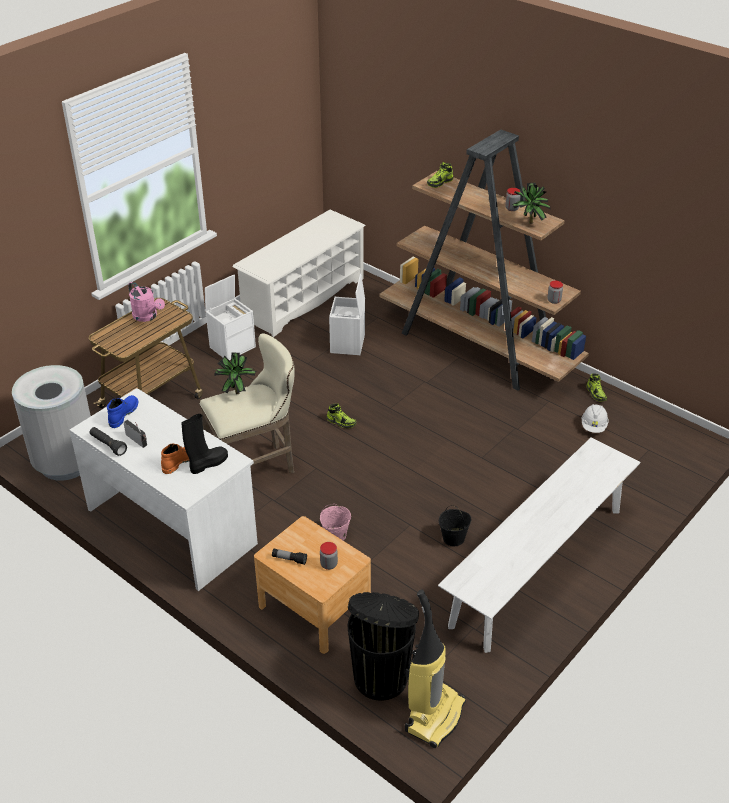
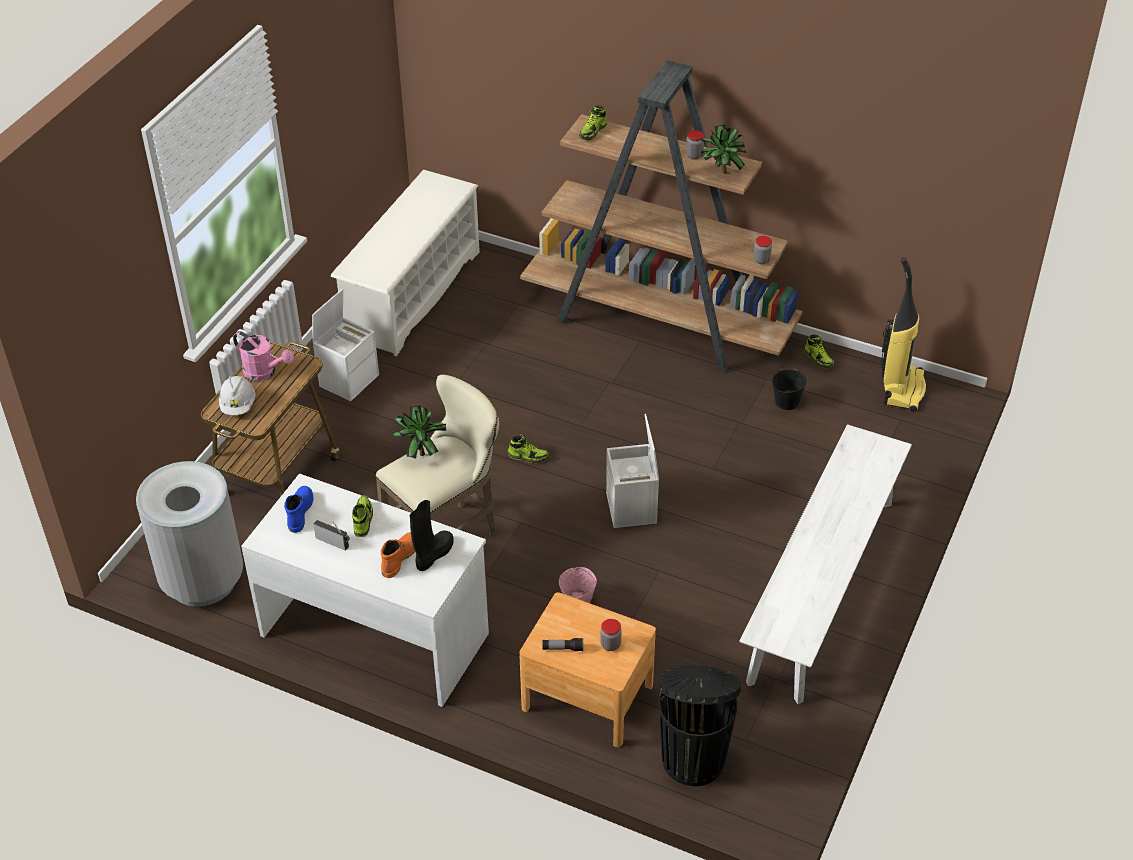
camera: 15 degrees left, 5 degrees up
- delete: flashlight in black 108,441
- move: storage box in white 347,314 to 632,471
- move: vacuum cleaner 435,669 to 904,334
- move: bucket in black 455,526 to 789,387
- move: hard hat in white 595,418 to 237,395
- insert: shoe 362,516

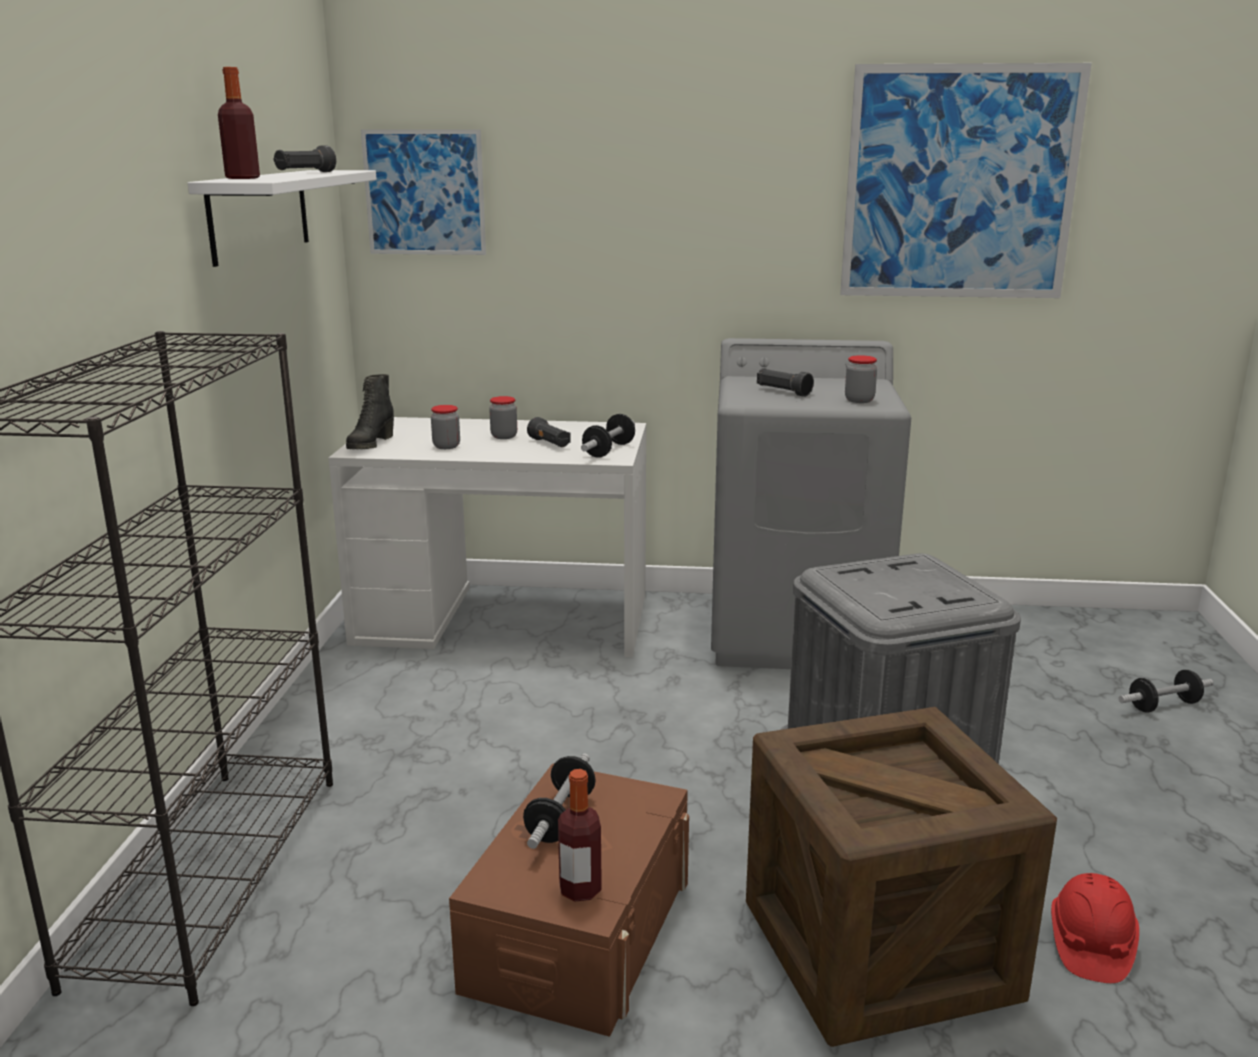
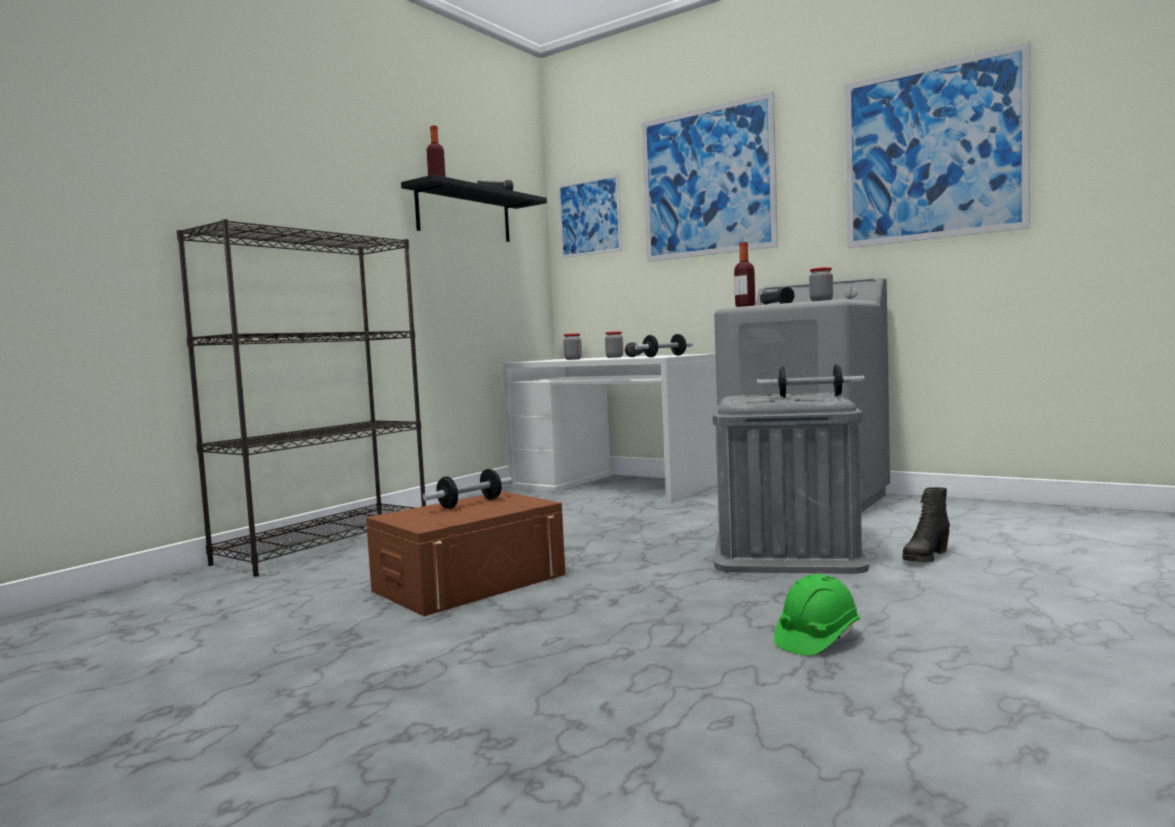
camera: 30 degrees right, 15 degrees down
- recolor: shelf in white 282,218 to shelf in black 474,208
- move: boot in black 370,411 to 926,524
- move: bottle 580,835 to 744,274
- delete: crate 901,877
- recolor: hard hat in red 1095,928 to hard hat in green 817,615
- move: dumbbell 1165,691 to 810,381
- insert: picture 710,176

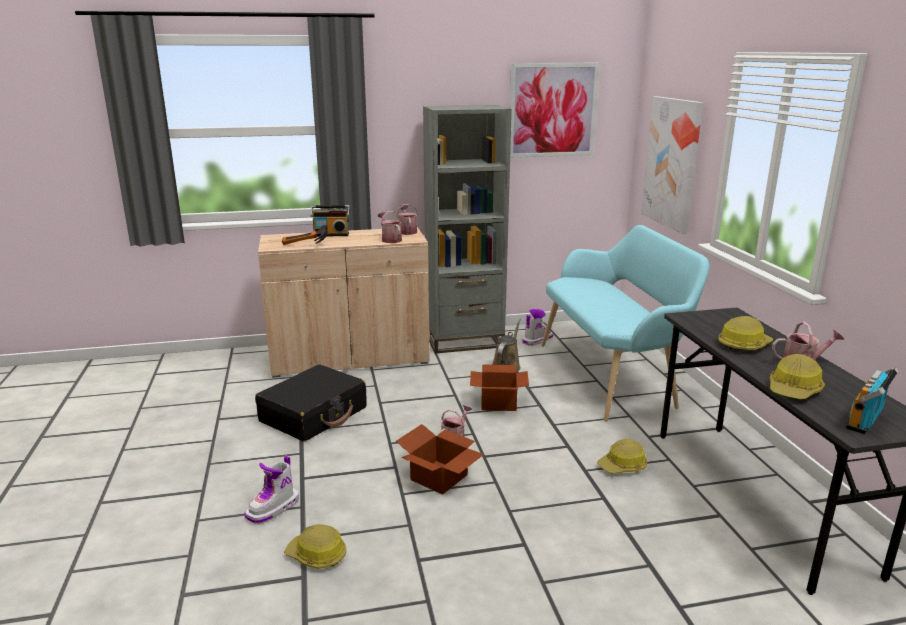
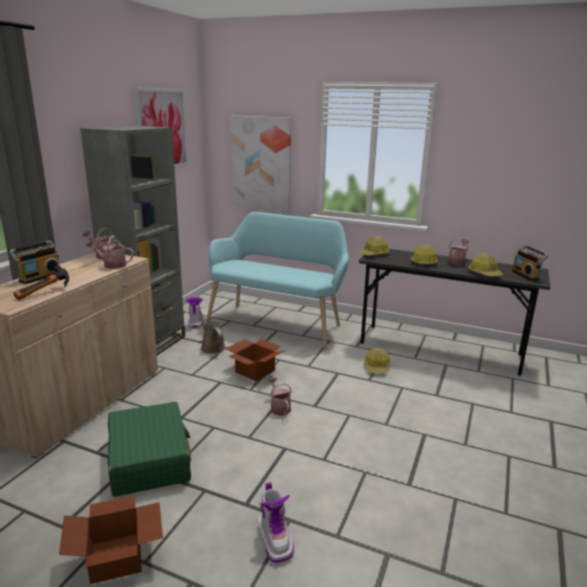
camera: 55 degrees left, 0 degrees up
- recolor: suitcase in black 311,403 to suitcase in green 149,449
- move: hard hat 315,546 to 373,245
- move: cardboard box 440,459 to 111,540

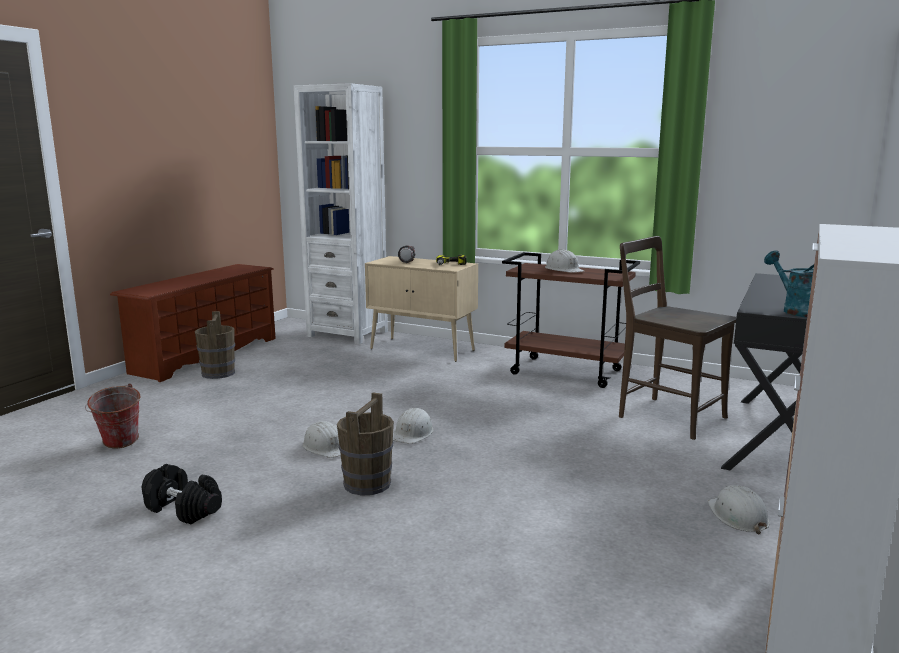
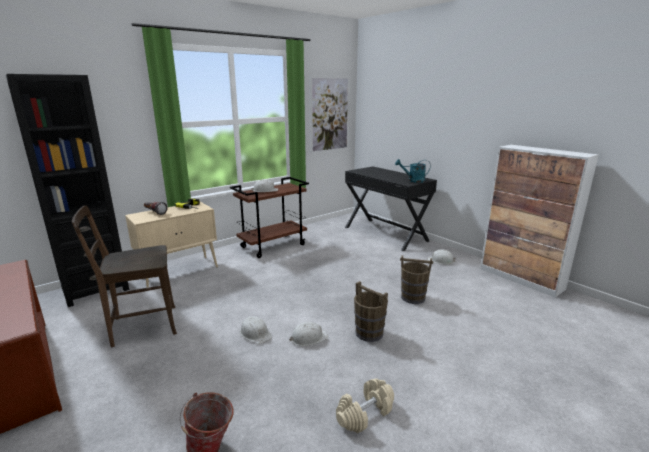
camera: 65 degrees left, 5 degrees up
- recolor: dumbbell in black 182,494 to dumbbell in beige 365,405
- move: bucket in brown 215,345 to 416,279
- recolor: bookcase in white 341,213 to bookcase in black 67,190
- move: hard hat in white 413,426 to 256,330
- move: chair in brown 678,338 to 124,276
- insert: picture 330,115

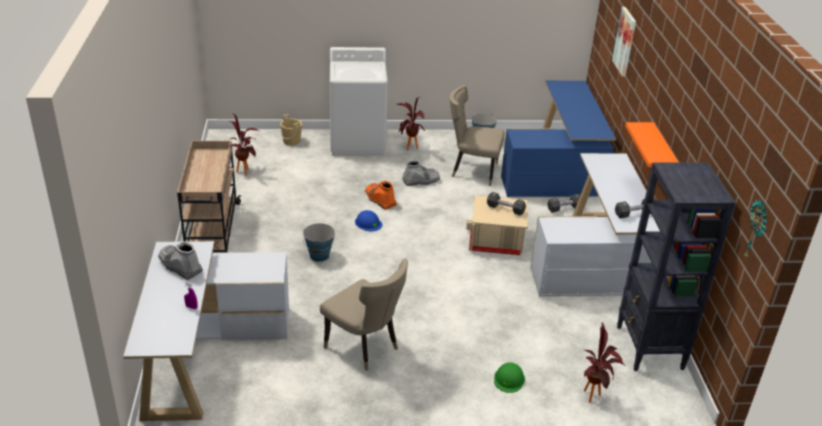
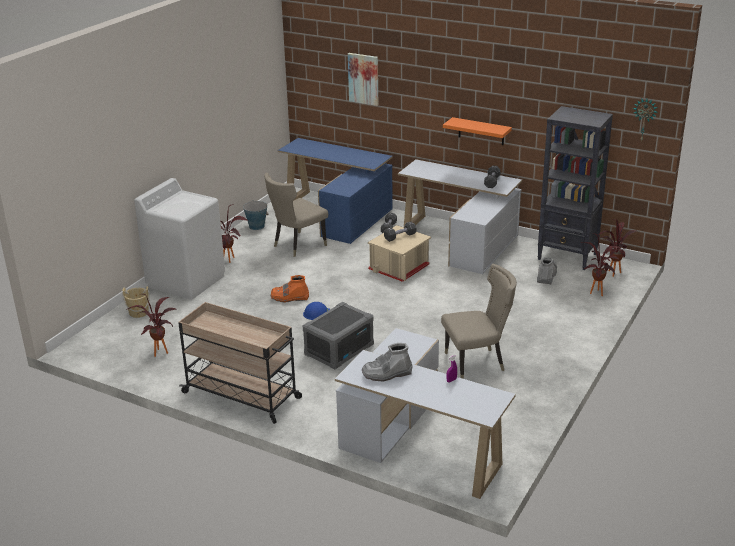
camera: 55 degrees left, 5 degrees down
- replace: bucket 319,242 to storage box in grey 338,336
- move: boot in grey 421,173 to 547,270
- delete: hard hat in green 509,377
- insert: potted plant 616,248

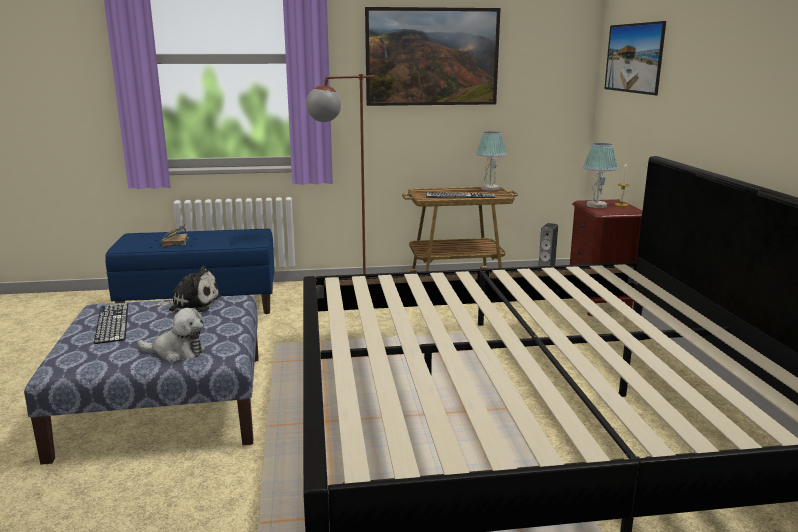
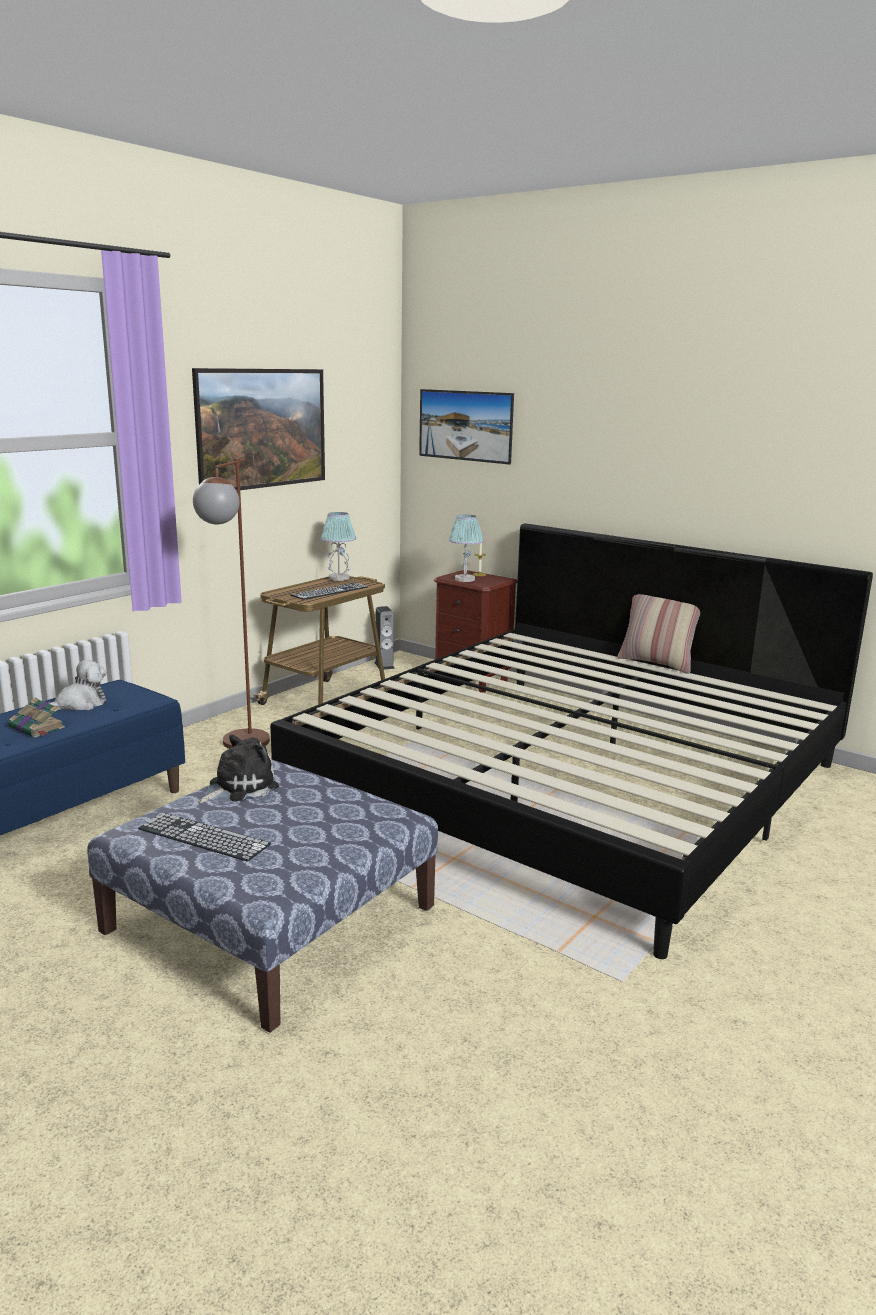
camera: 45 degrees left, 0 degrees up
- move: plush toy 171,335 to 77,685
- insert: pillow 659,634

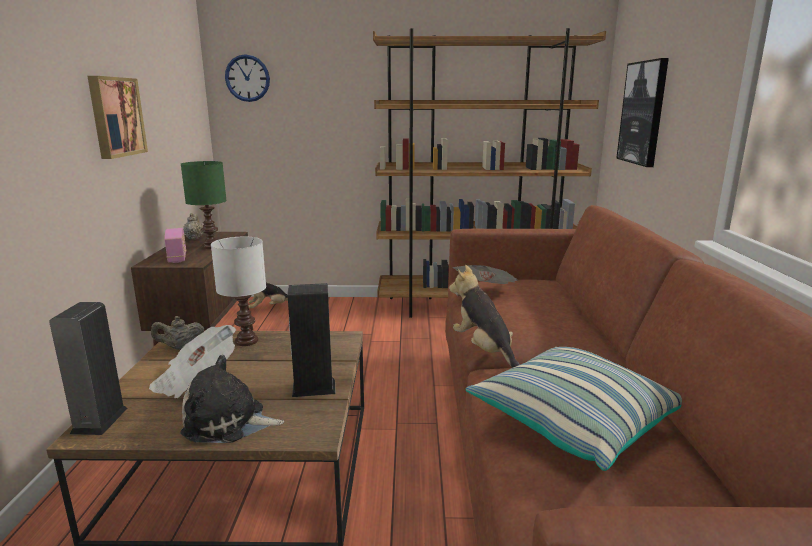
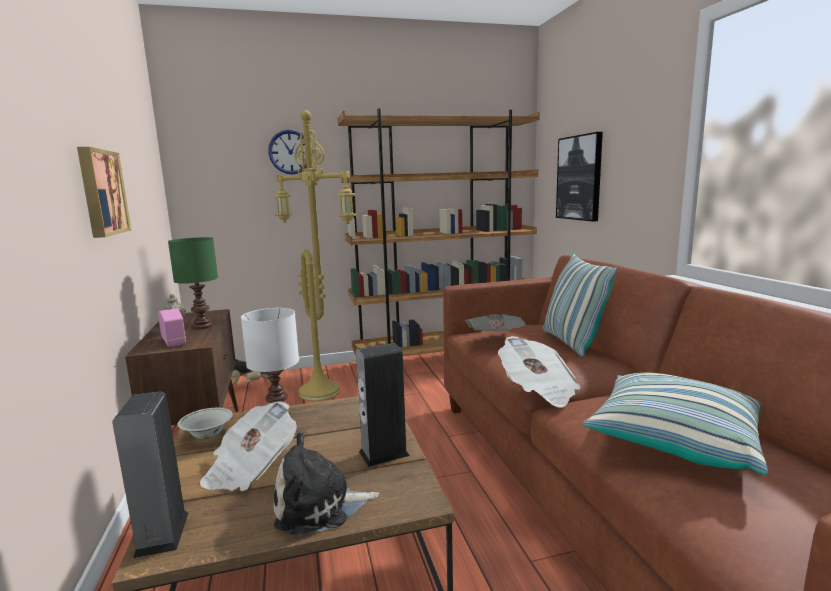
camera: 15 degrees left, 5 degrees down
- replace: teapot in beige 177,333 to bowl in white 205,423
- move: wall clock 247,78 to 287,152
- replace: plush toy 485,316 to newspaper 539,372
- insert: floor lamp in yellow 315,255
- insert: pillow 580,305

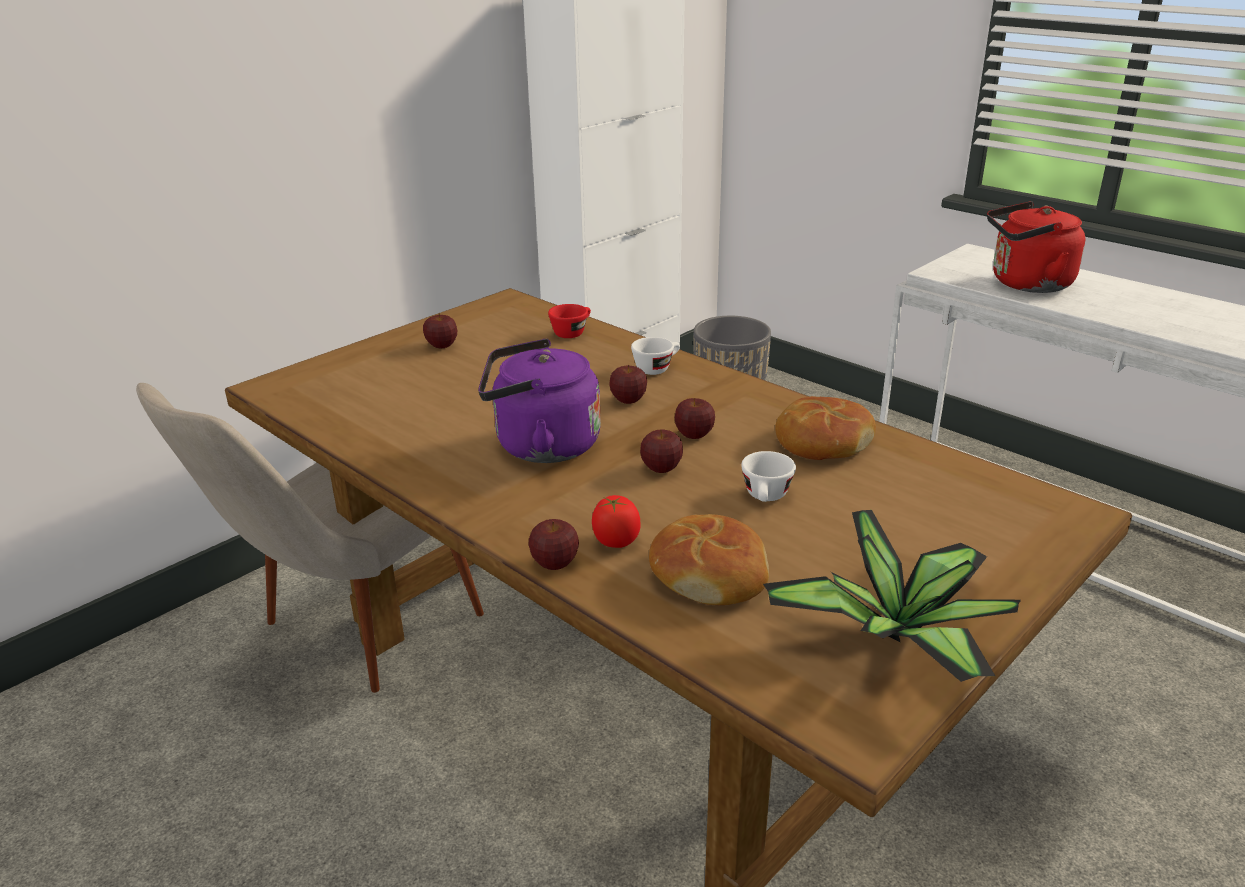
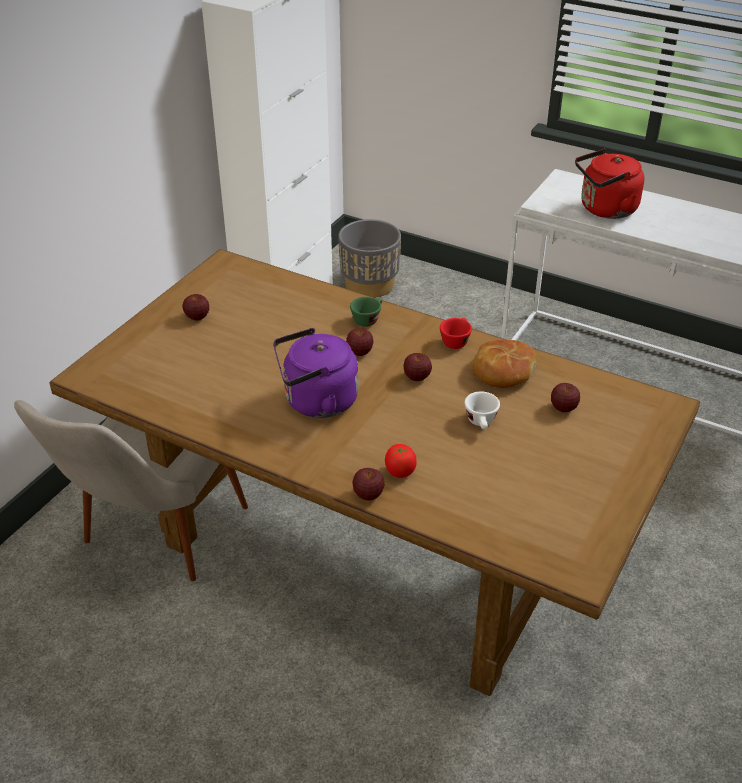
camera: 15 degrees left, 10 degrees up
- move: cup in red 569,321 to 456,333
- recolor: cup in white 655,356 to cup in green 366,312
- move: apple 661,451 to 565,397
- delete: bread 709,559
- delete: potted plant 892,596

